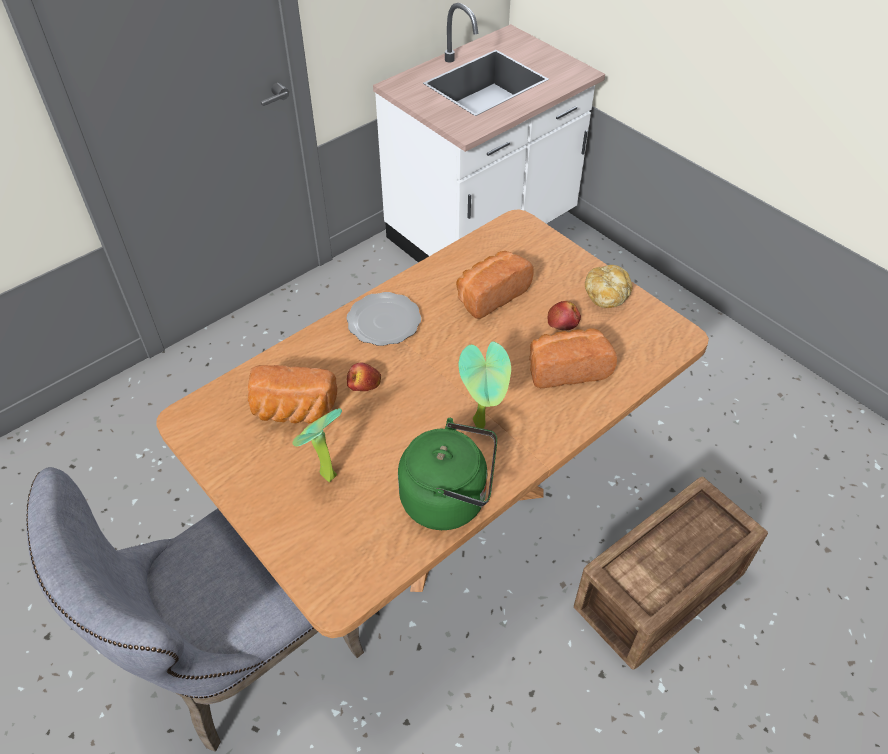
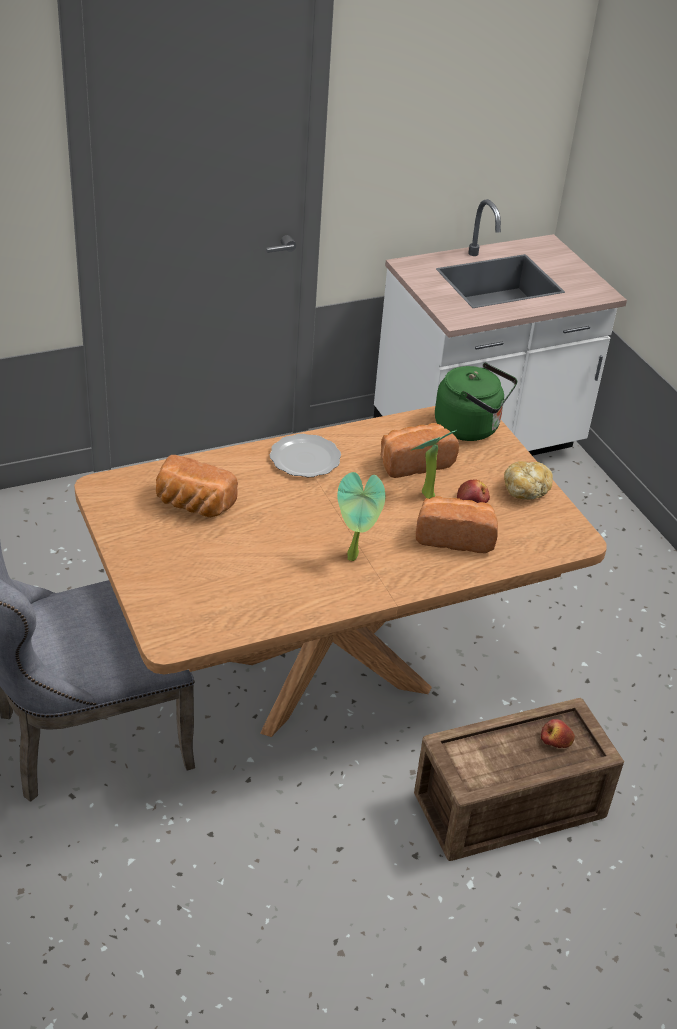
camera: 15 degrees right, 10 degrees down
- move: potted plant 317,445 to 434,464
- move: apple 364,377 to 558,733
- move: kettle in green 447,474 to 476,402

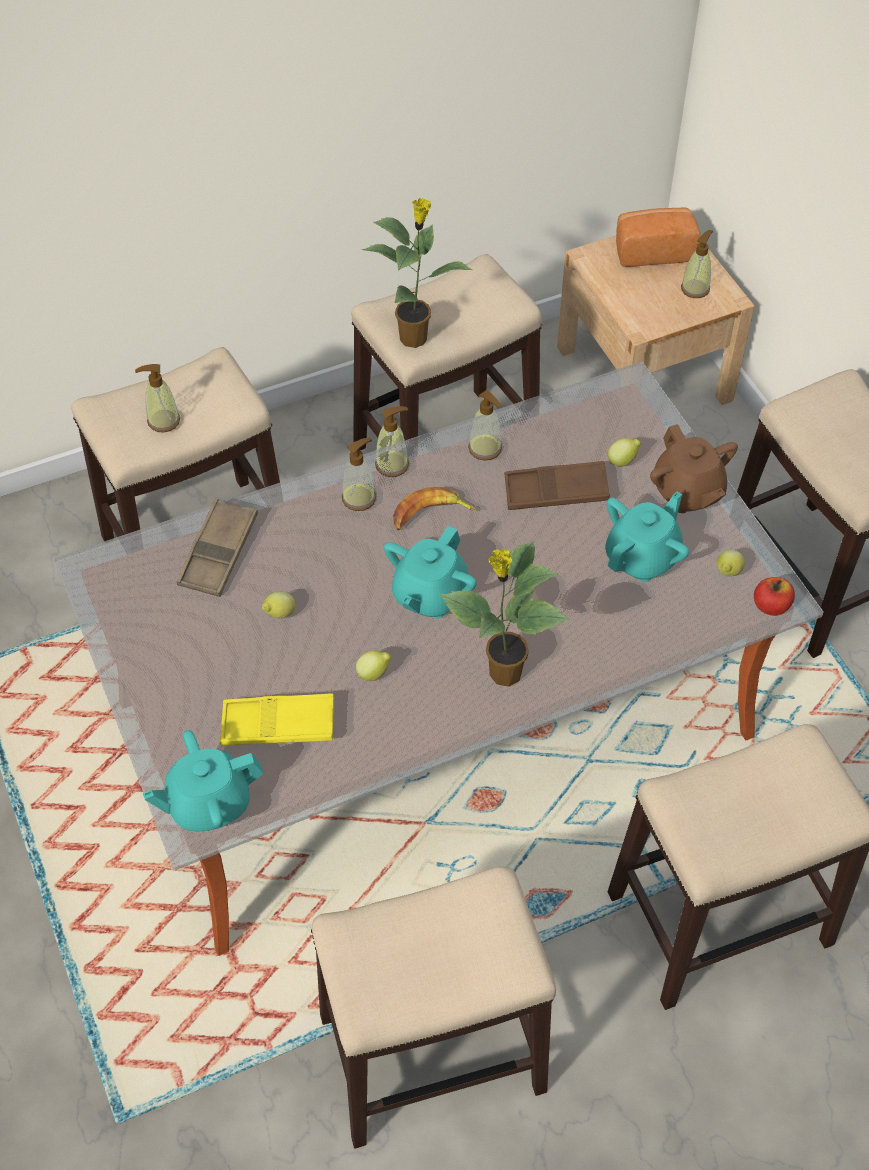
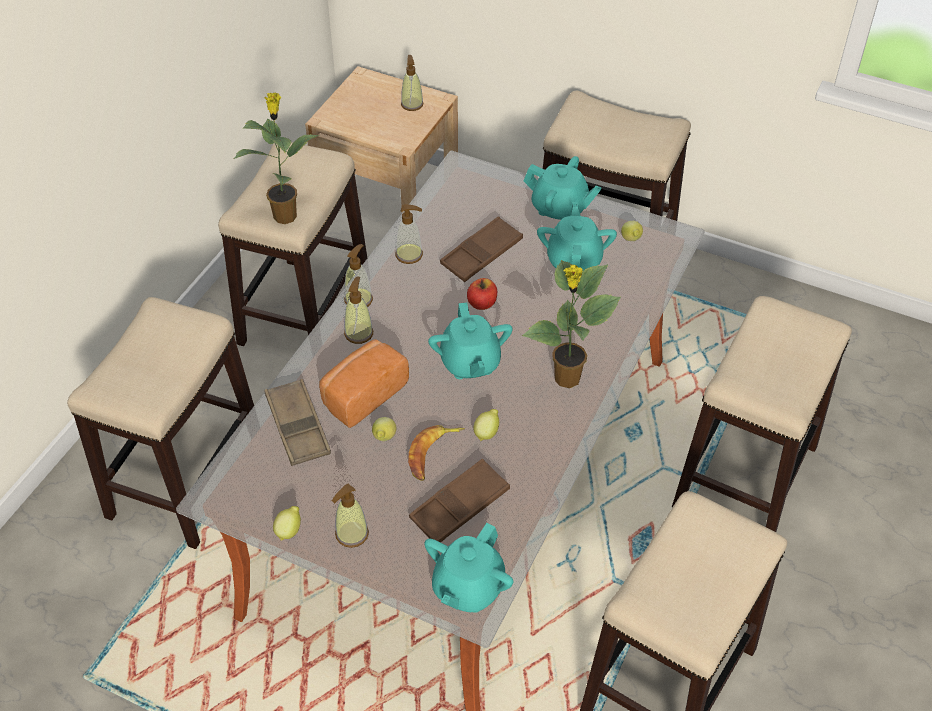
camera: 40 degrees left, 5 degrees down
- move: soap dispenser 157,398 to 350,516
- recolor: tray in yellow 277,719 to tray in brown 459,500
- move: banana 435,508 to 436,453
- move: lemon 624,452 to 287,523
- move: bread 658,237 to 364,383
- recolor: teapot in brown 694,468 to teapot in turquoise 563,188
- move: apple 774,596 to 482,294

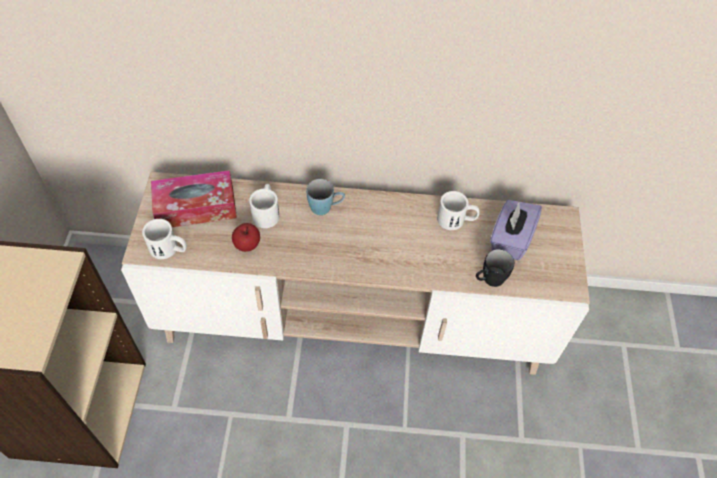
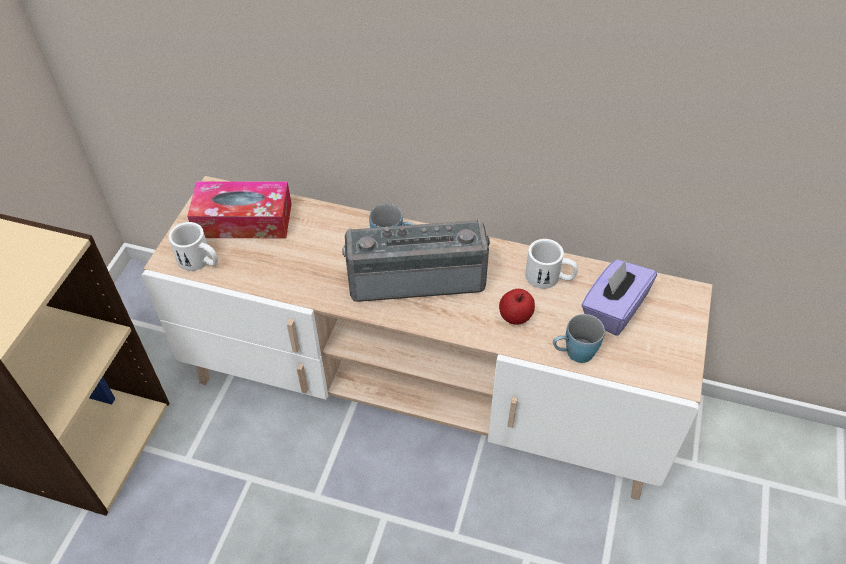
camera: 15 degrees right, 5 degrees down
- move: apple 246,237 to 517,307
- delete: mug in white 264,206
- recolor: mug in black 495,268 to mug in blue 579,338
- insert: radio 416,260

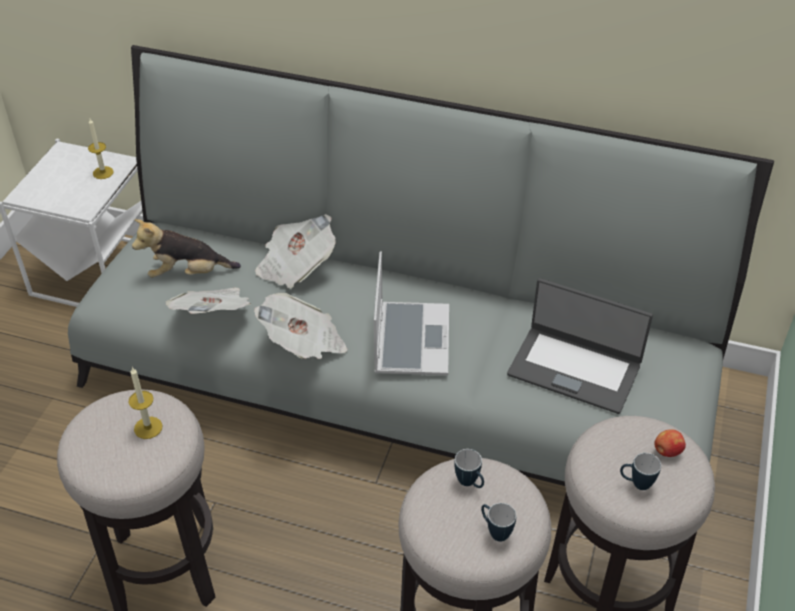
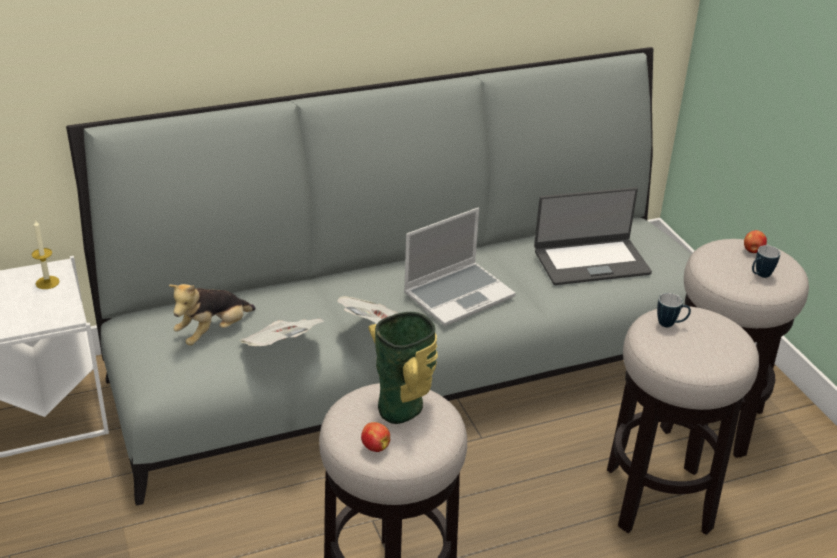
camera: 40 degrees left, 10 degrees down
- replace: candle 145,403 to vase 403,368
- delete: newspaper 295,251
- rotate: laptop 411,313 = 460,266 90 degrees clockwise
- delete: mug 498,522
- insert: apple 375,437

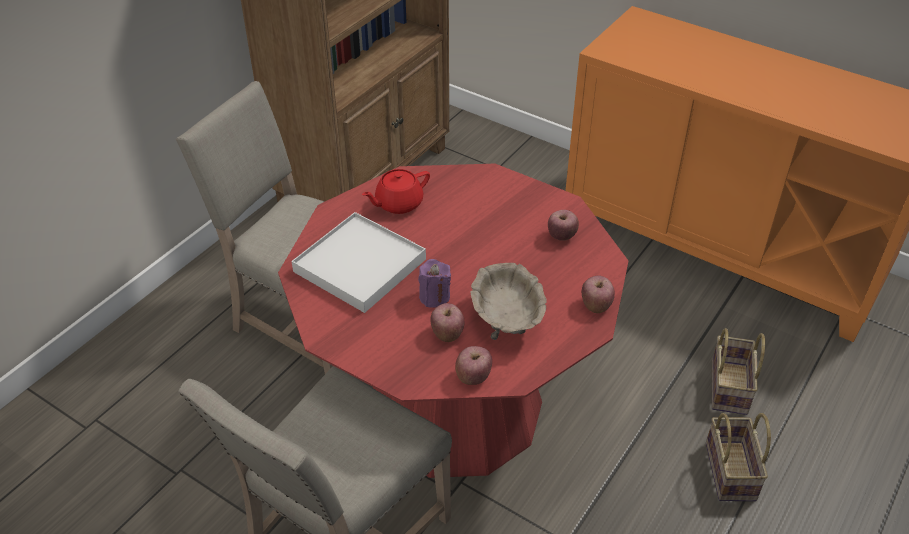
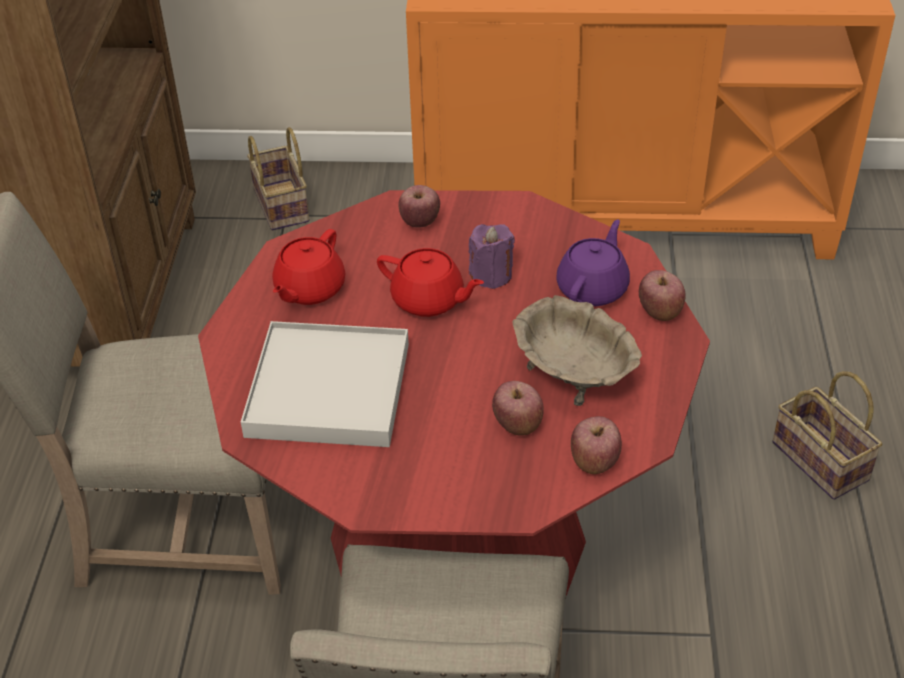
camera: 30 degrees left, 0 degrees up
- move: candle in purple 434,283 to 492,256
- move: apple 563,225 to 419,206
- move: basket 738,371 to 278,178
- insert: teapot in red 430,282
- insert: teapot in purple 593,262

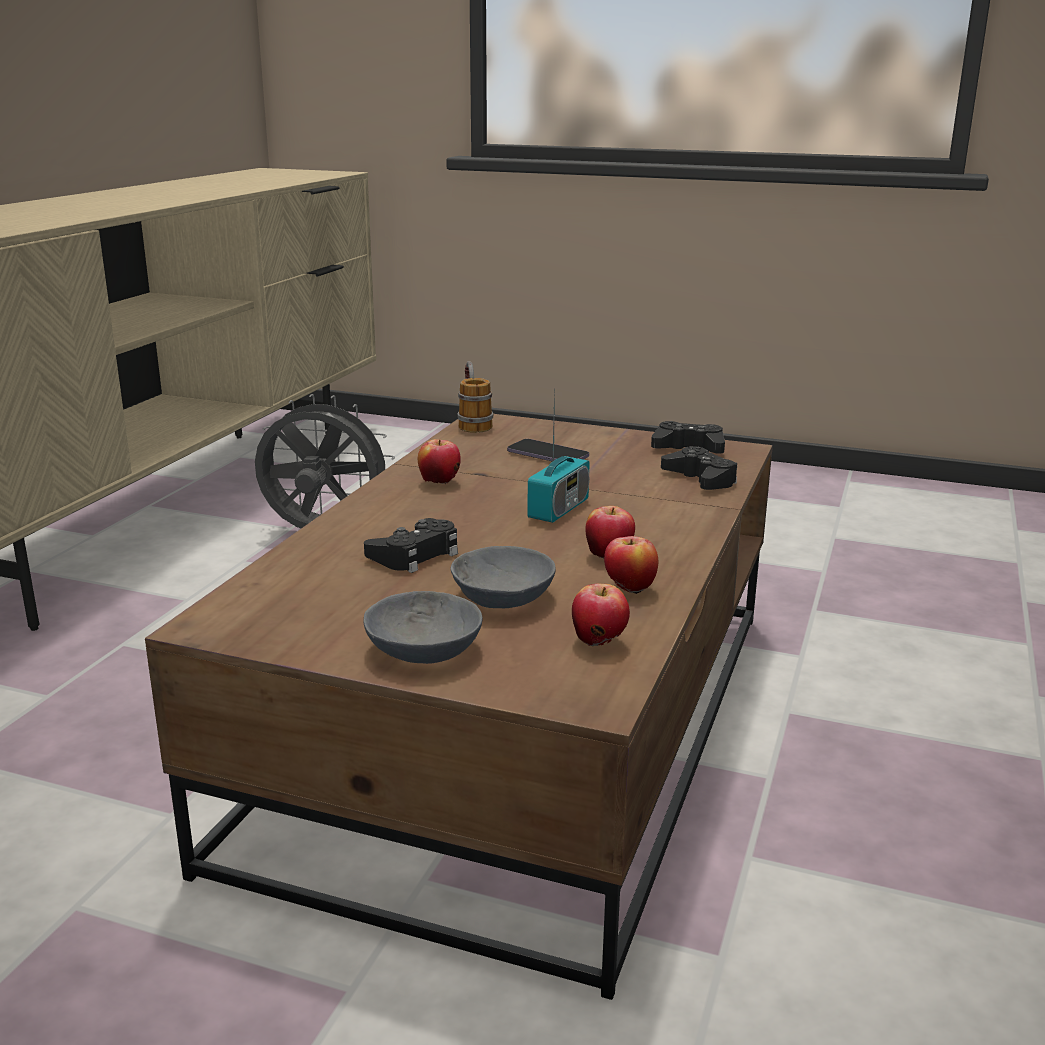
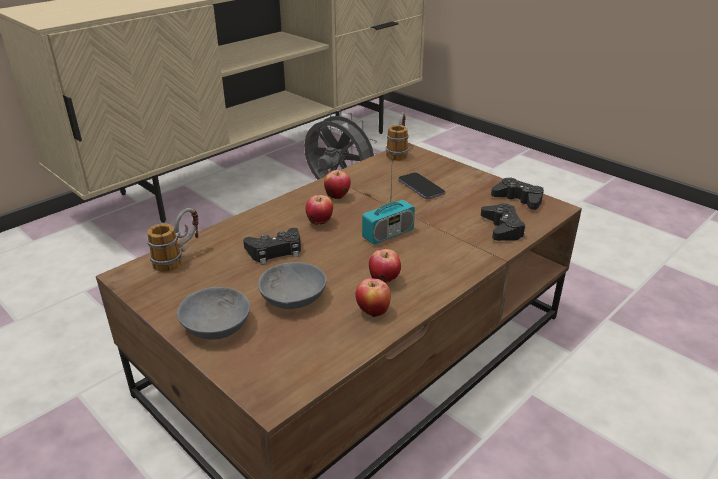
camera: 25 degrees right, 10 degrees up
- move: apple 601,615 to 319,210
- insert: mug 173,240

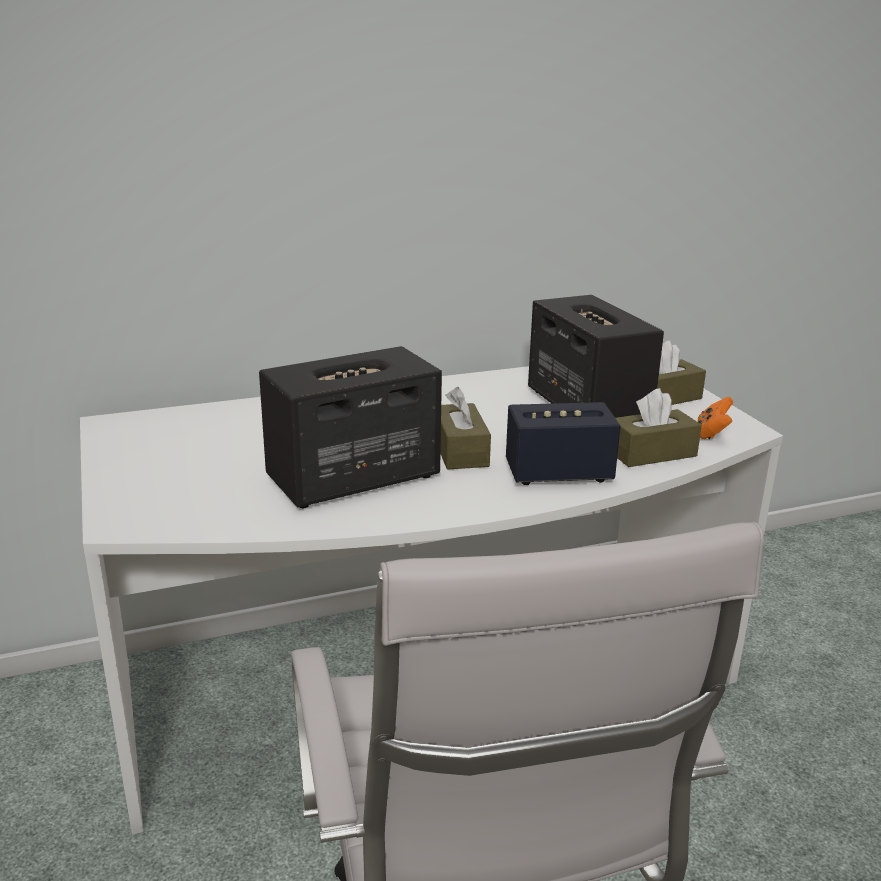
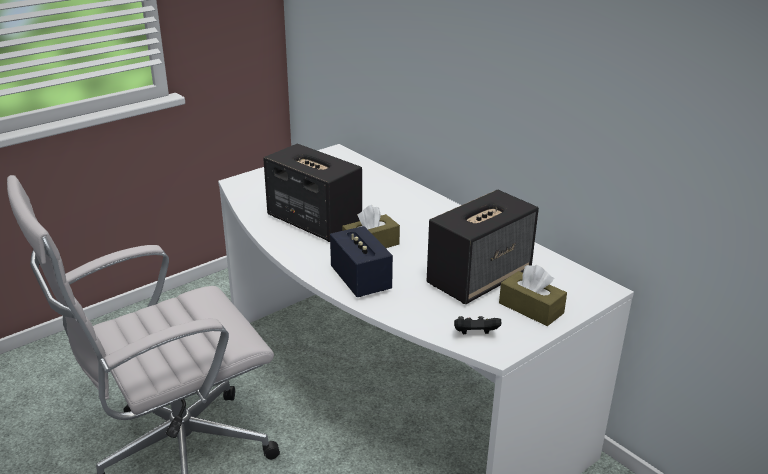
camera: 70 degrees right, 5 degrees up
- delete: tissue box in brown 659,427
- recolor: game controller in orange 715,418 to game controller in black 477,325

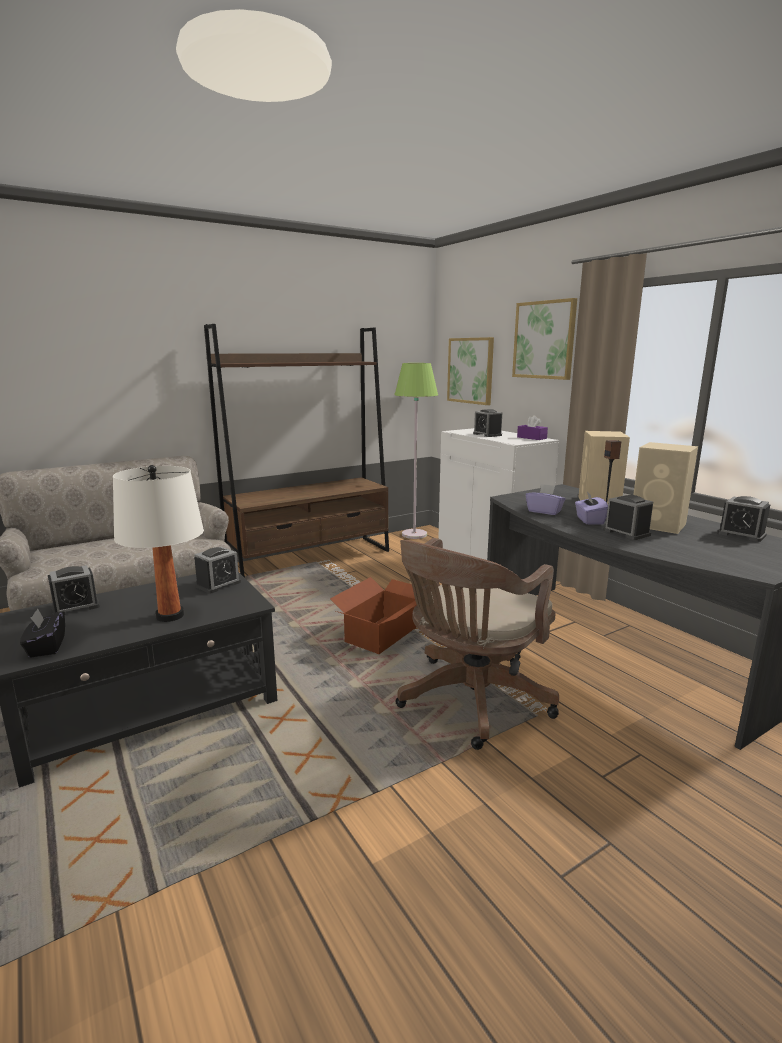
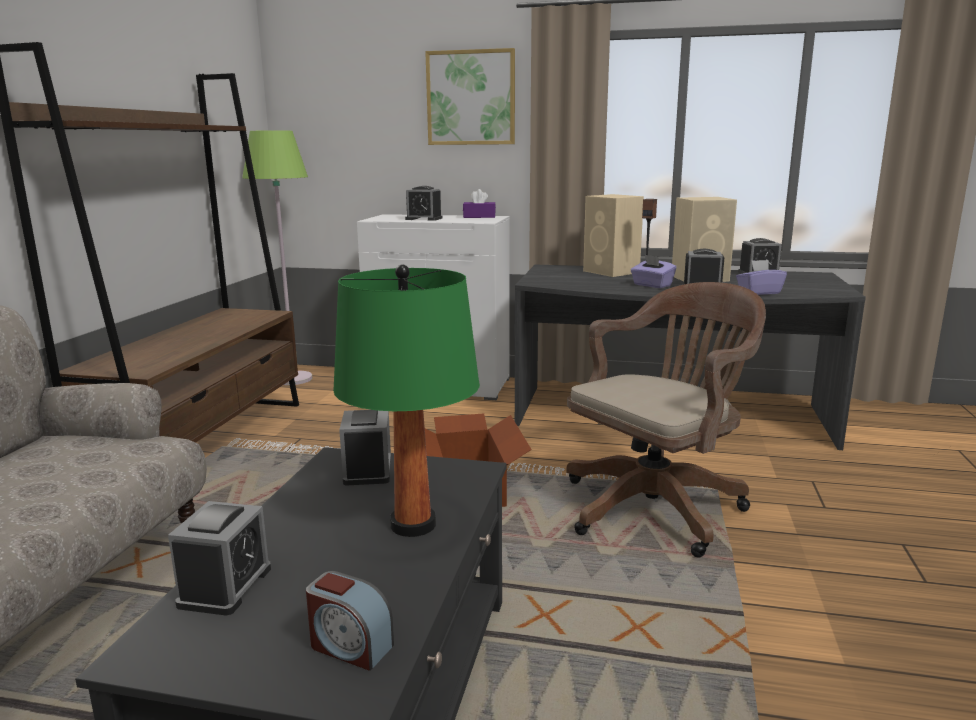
camera: 45 degrees left, 0 degrees up
- replace: tissue box in black 42,633 to alarm clock 350,621
- recolor: table lamp in white 158,543 to table lamp in green 406,400
- rotate: office chair in brown 477,644 = 666,420 120 degrees counterclockwise
- delete: picture 470,371
- move: tissue box in purple 545,499 to 761,277

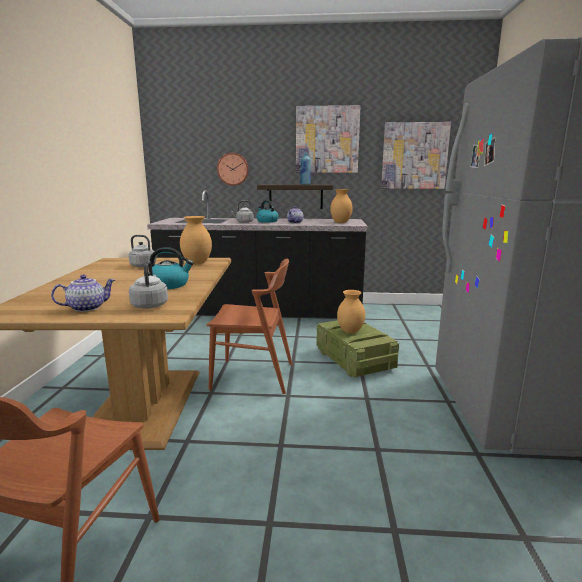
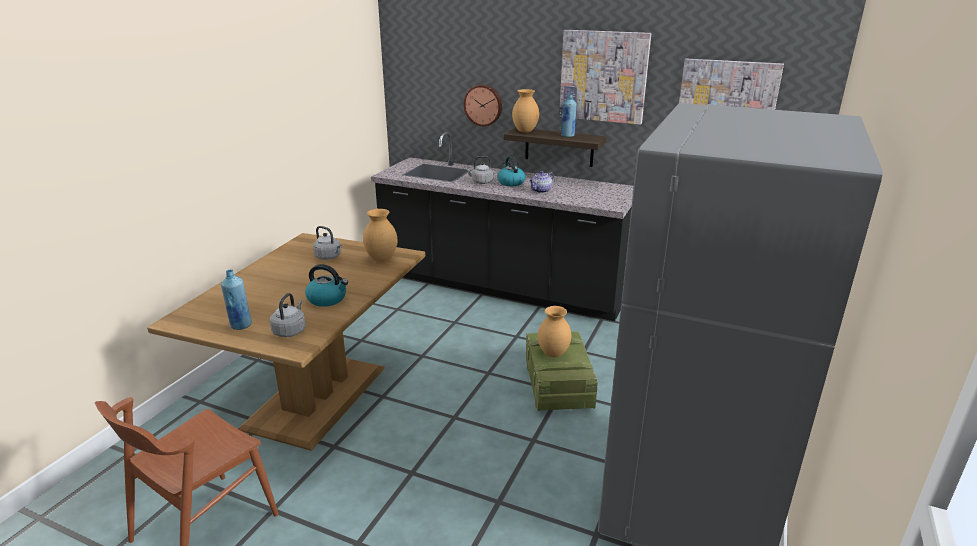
camera: 20 degrees right, 10 degrees up
- replace: teapot 83,293 to bottle in blue 236,300
- delete: chair in brown 249,326
- move: vase in brown 341,206 to 525,110

